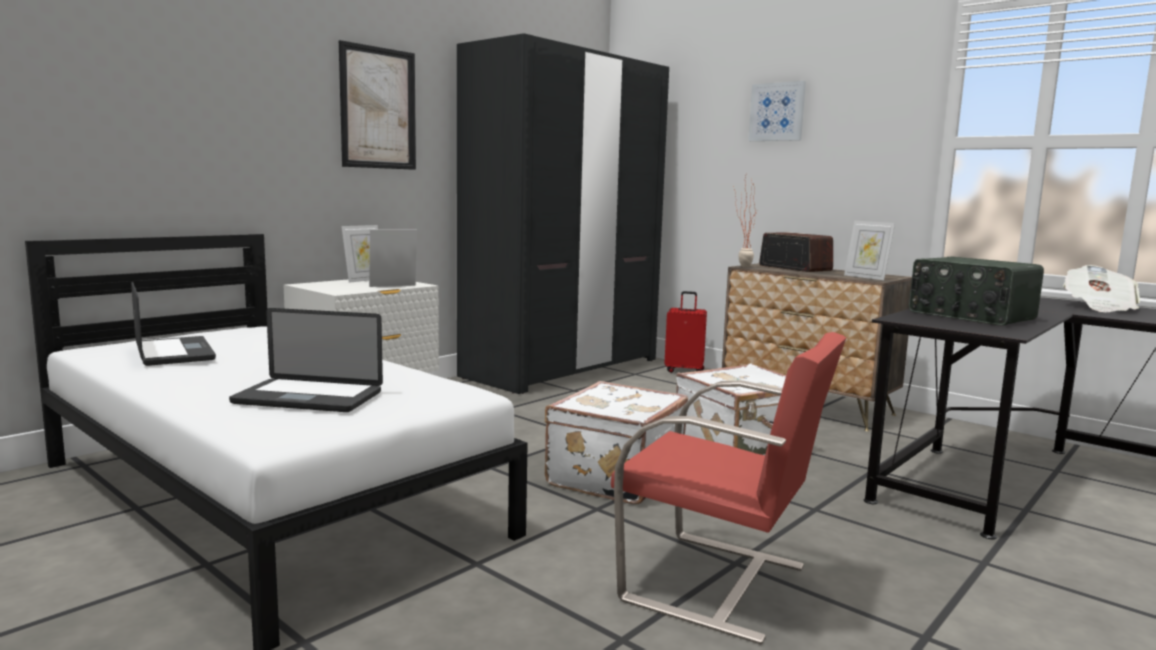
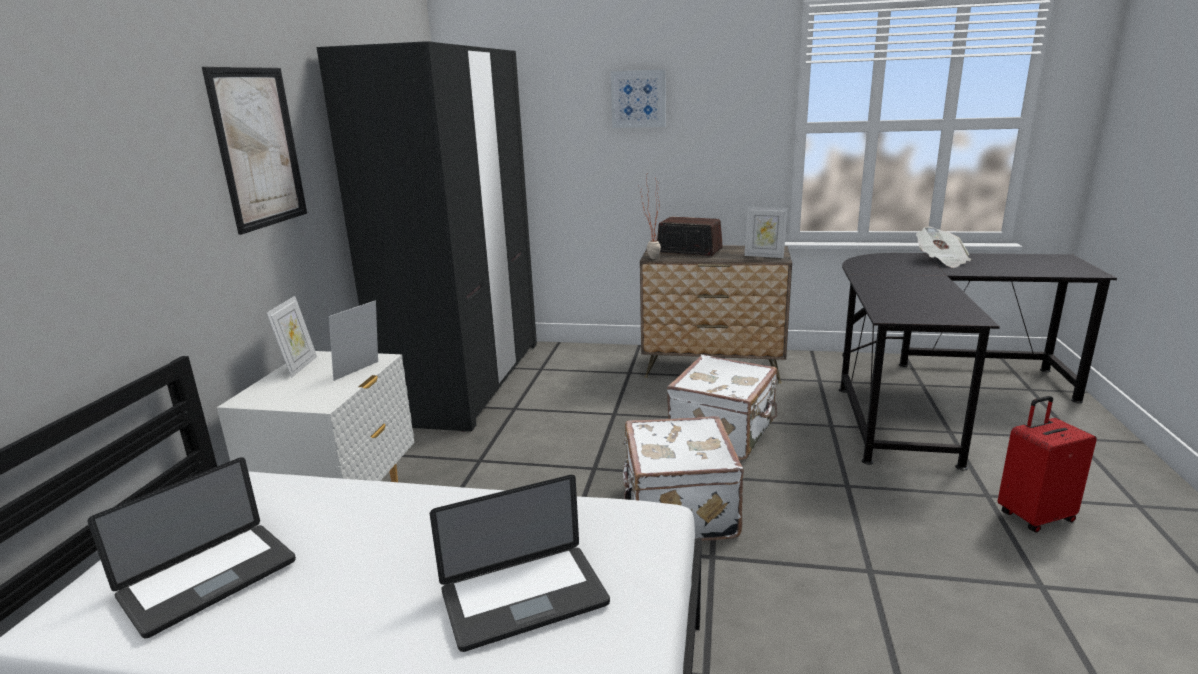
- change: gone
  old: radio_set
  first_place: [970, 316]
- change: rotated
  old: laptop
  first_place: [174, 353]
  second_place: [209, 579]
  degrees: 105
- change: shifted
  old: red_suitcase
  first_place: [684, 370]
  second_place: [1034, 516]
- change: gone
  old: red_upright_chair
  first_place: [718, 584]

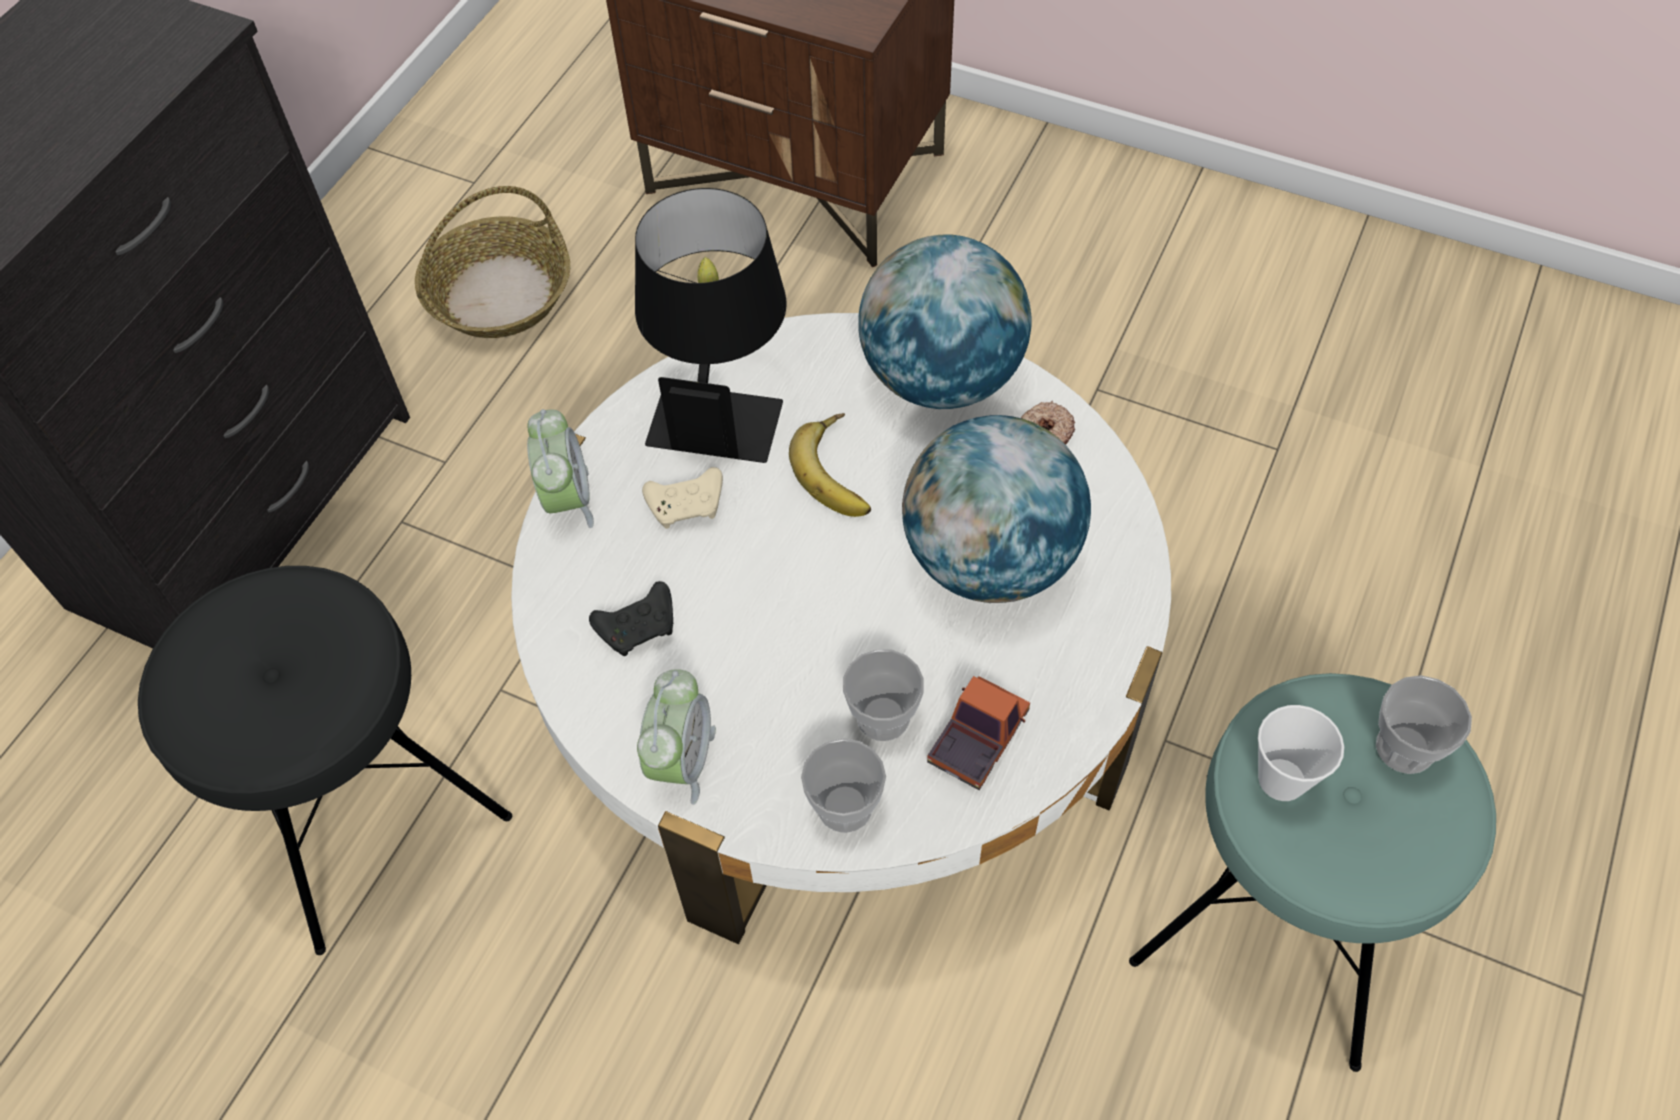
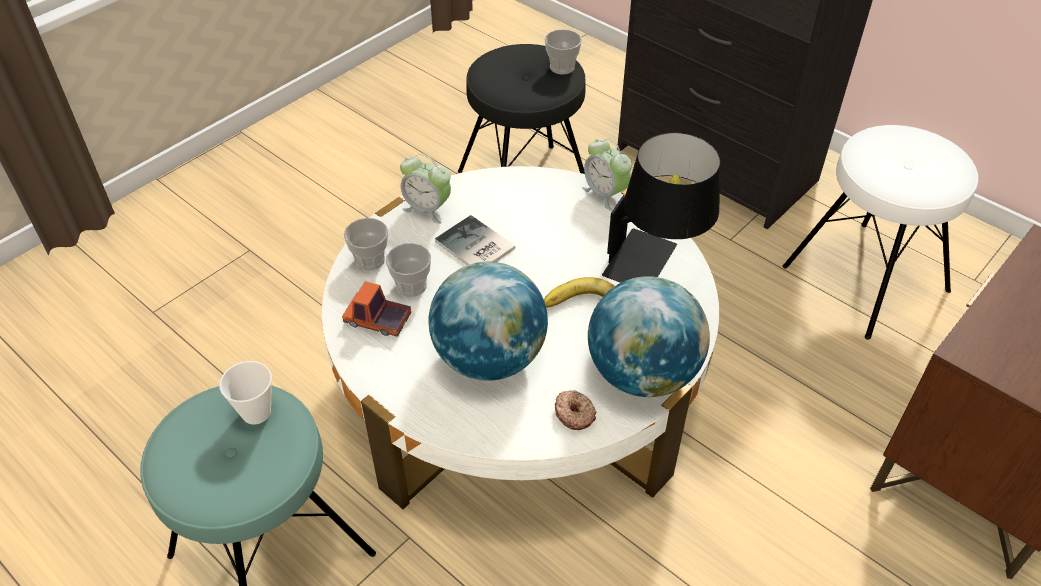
- change: swapped
  old: household_basket
  new: white-coloured_stool
  first_place: [500, 293]
  second_place: [865, 279]
- change: rotated
  old: table_clock
  first_place: [567, 499]
  second_place: [605, 194]
  degrees: 45
- change: gone
  old: sand-coloured_joypad
  first_place: [688, 505]
- change: gone
  old: black-coloured_joypad
  first_place: [639, 626]
- change: shifted
  old: drinking_cup
  first_place: [1404, 748]
  second_place: [562, 67]
- change: rotated
  old: toy_truck
  first_place: [978, 739]
  second_place: [378, 320]
  degrees: 150
- change: new
  new: book
  second_place: [474, 247]

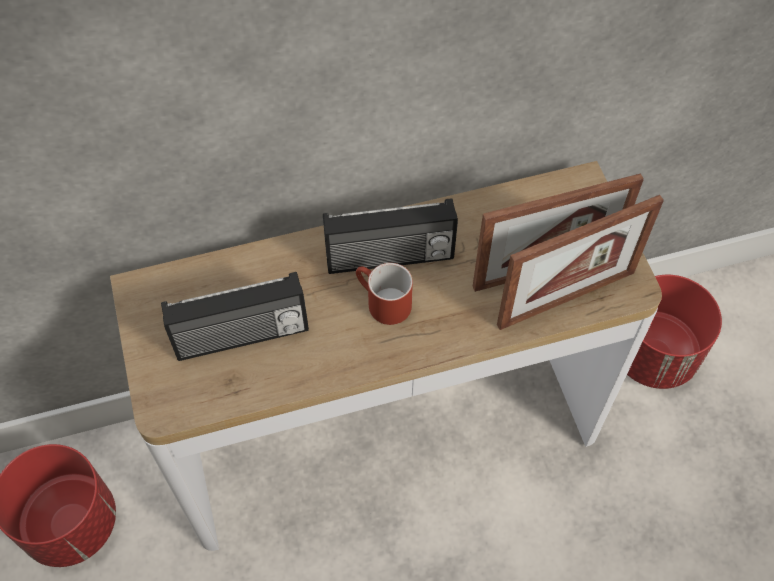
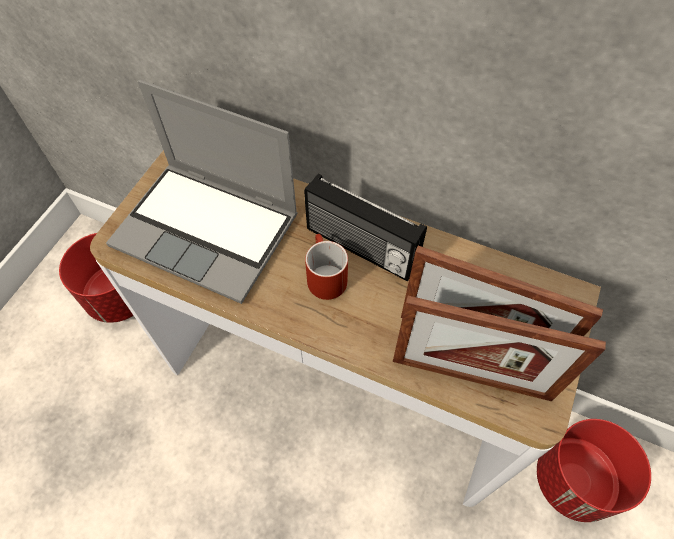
- change: swapped
  old: radio_set
  new: laptop
  first_place: [242, 337]
  second_place: [209, 230]

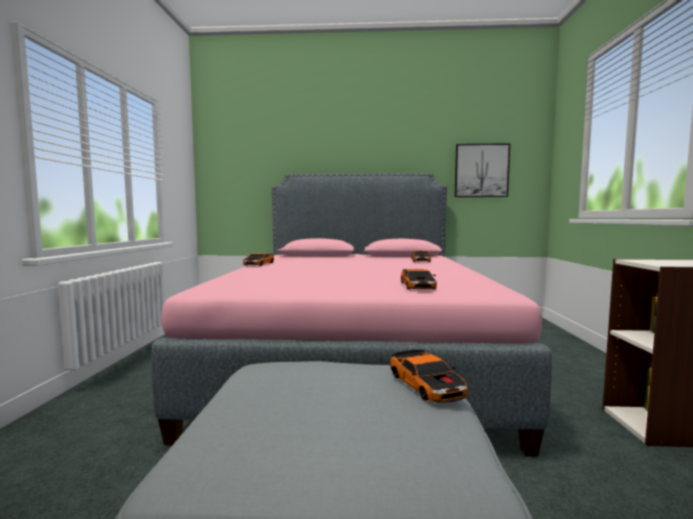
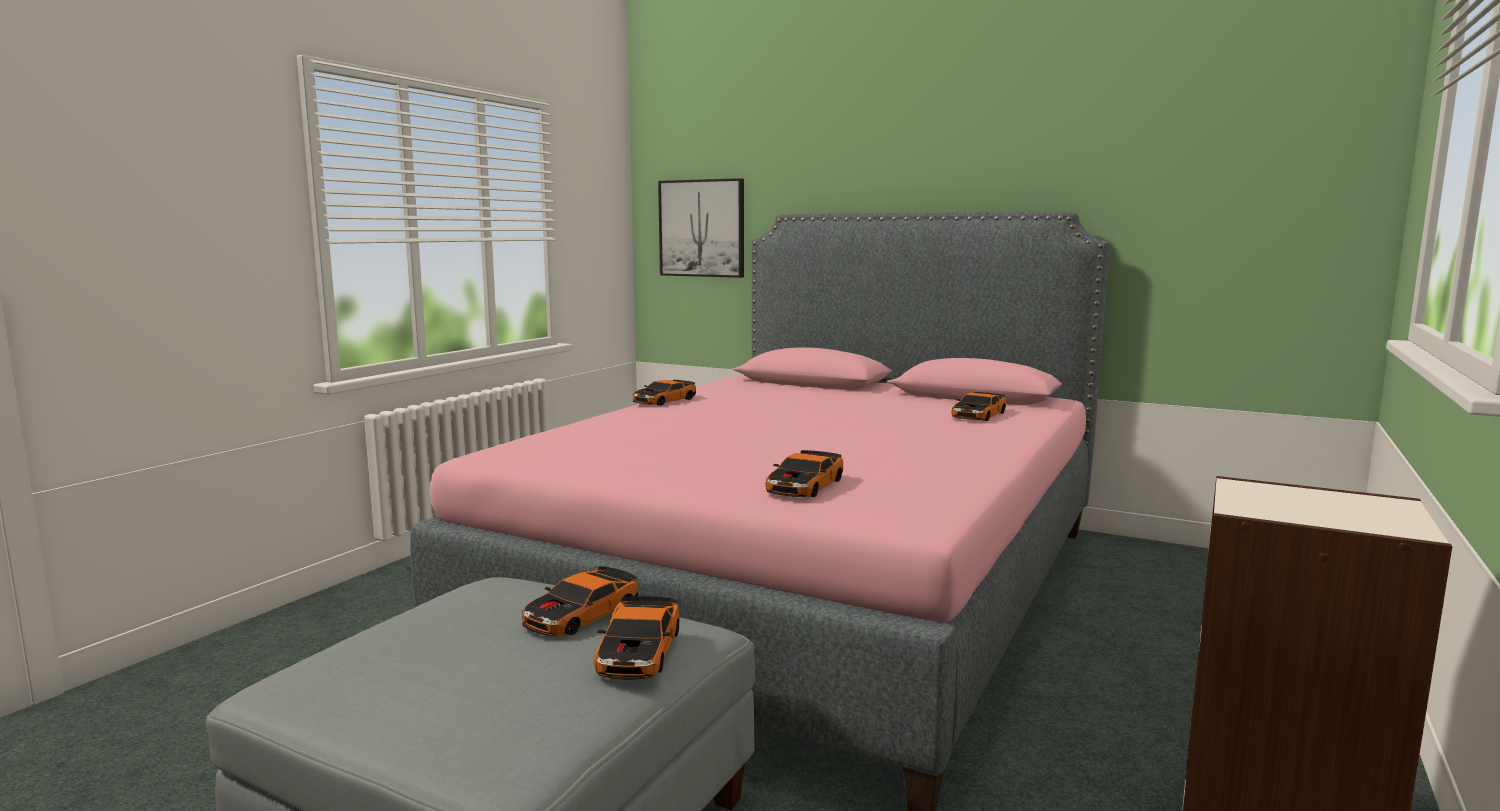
- change: shifted
  old: wall_art
  first_place: [481, 170]
  second_place: [702, 228]
- change: new
  new: model_car
  second_place: [581, 614]

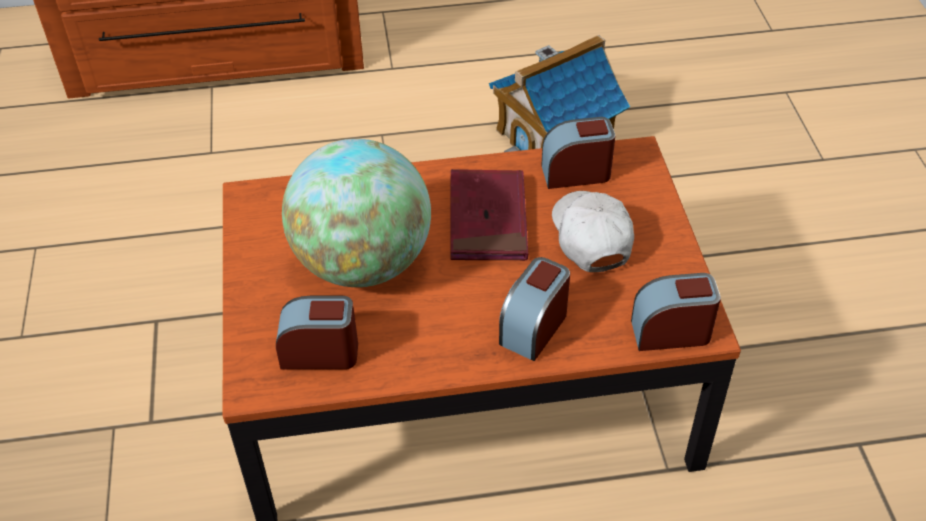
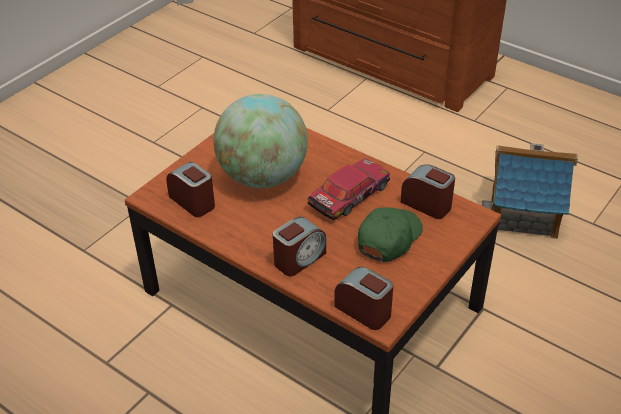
- change: swapped
  old: red_book
  new: model_car
  first_place: [488, 219]
  second_place: [348, 196]
- change: repainted
  old: white-coloured_baseball_cap
  new: green_baseball_cap
  first_place: [591, 237]
  second_place: [388, 239]
- change: rotated
  old: table_clock
  first_place: [534, 327]
  second_place: [299, 259]
  degrees: 150

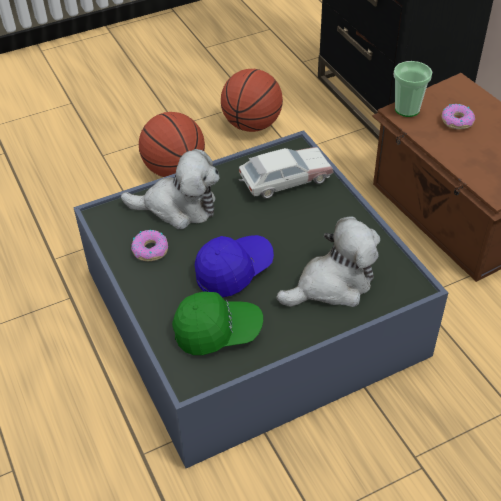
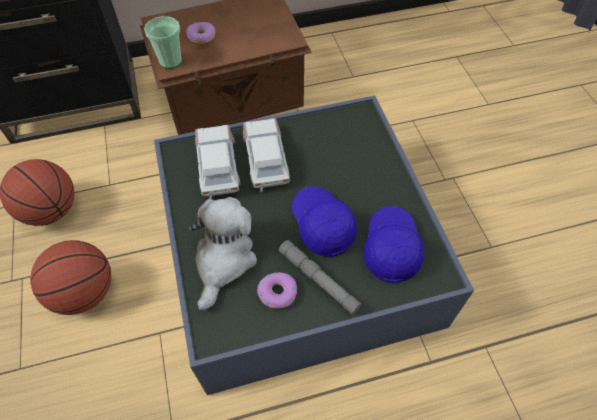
- change: gone
  old: soft_toy
  first_place: [332, 284]
- change: repainted
  old: green_baseball_cap
  new: bluish_baseball_cap
  first_place: [217, 332]
  second_place: [391, 249]
- change: new
  new: model_car
  second_place: [266, 159]
- change: new
  new: greyish_hand_torch
  second_place: [318, 279]

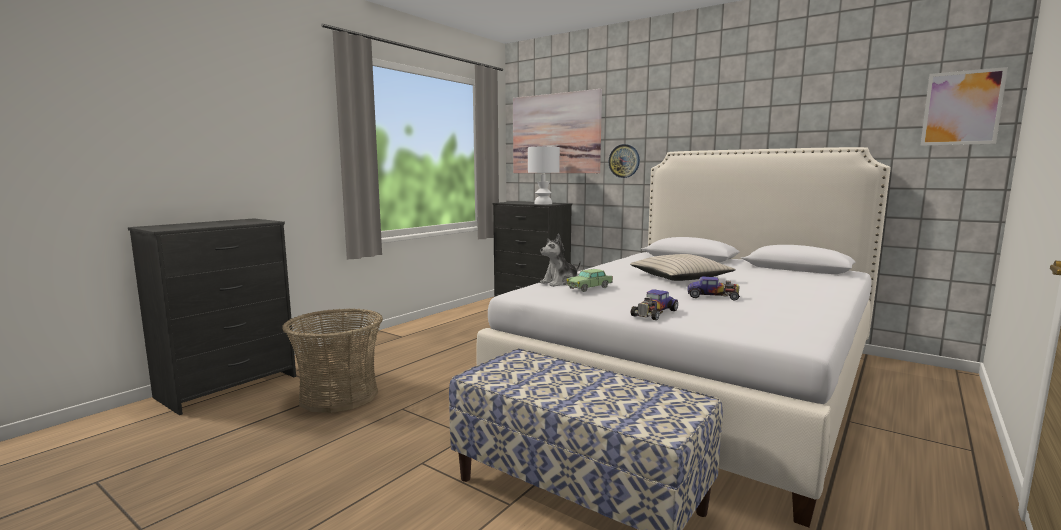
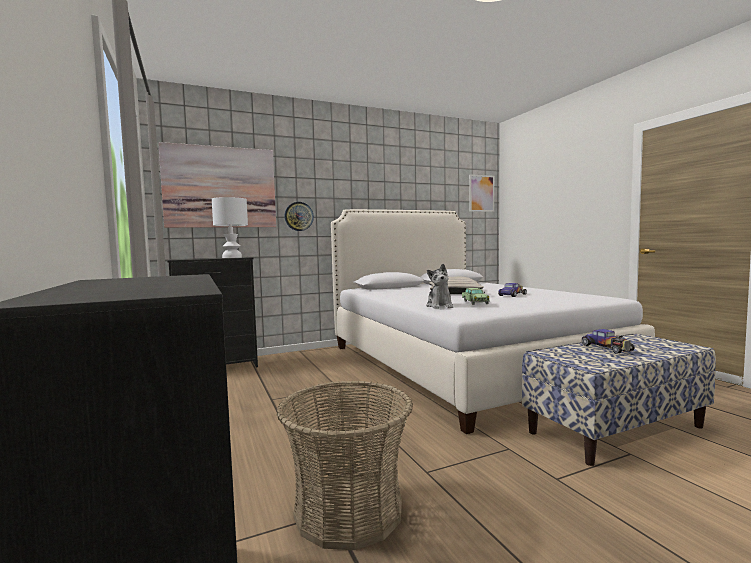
- change: shifted
  old: model_car
  first_place: [654, 313]
  second_place: [607, 348]

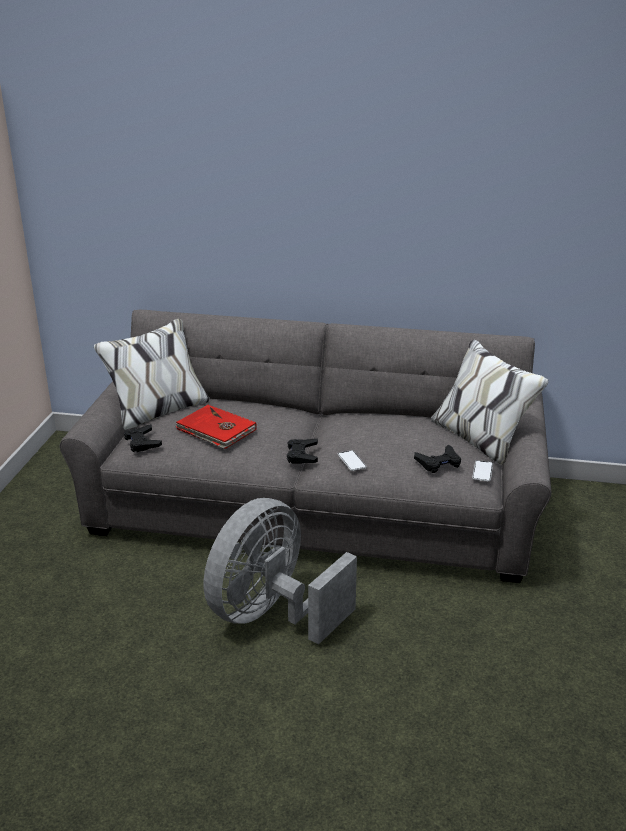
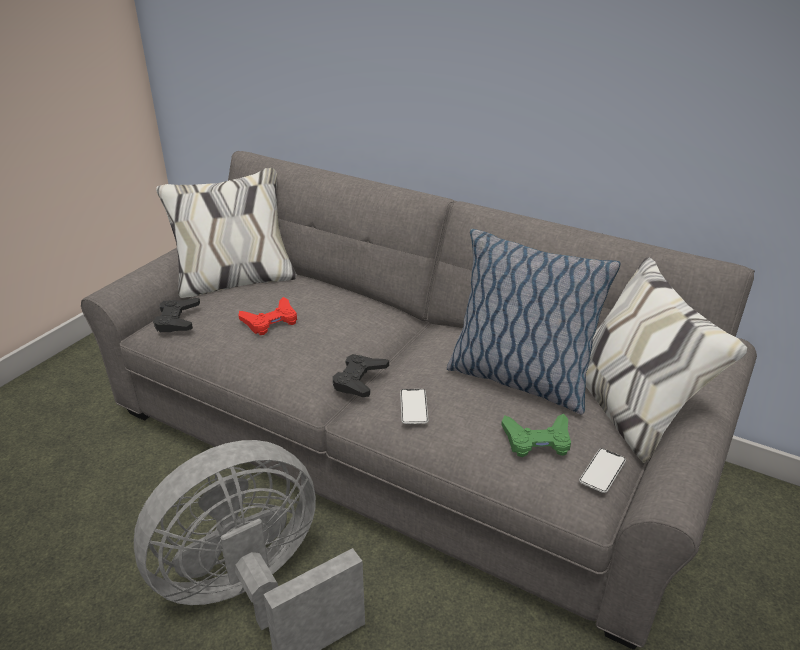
- change: swapped
  old: red_book
  new: red_joypad
  first_place: [216, 430]
  second_place: [270, 321]
- change: repainted
  old: black-coloured_joypad
  new: green_joypad
  first_place: [438, 463]
  second_place: [537, 440]
- change: new
  new: pillow
  second_place: [518, 379]

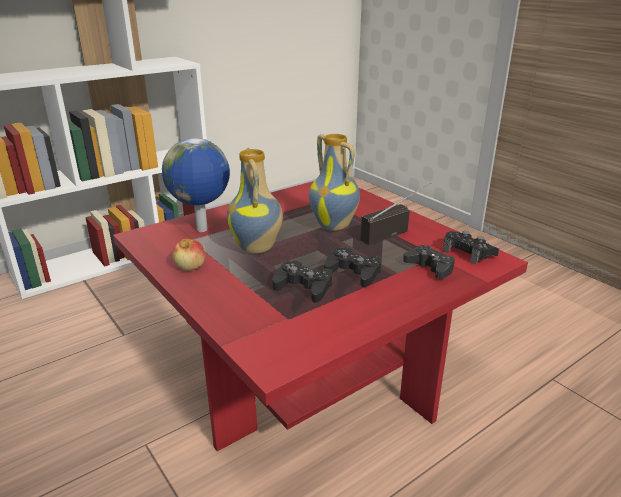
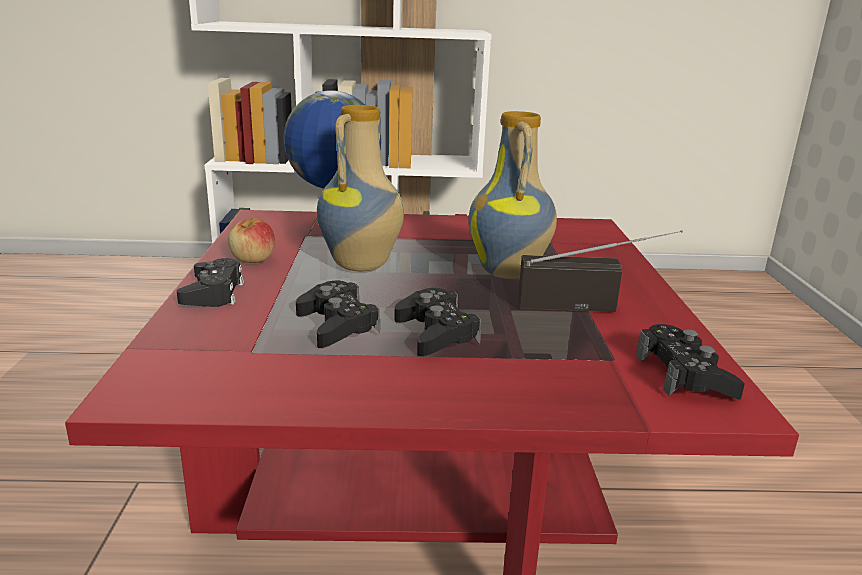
- change: shifted
  old: black-coloured_joypad
  first_place: [430, 267]
  second_place: [213, 292]

